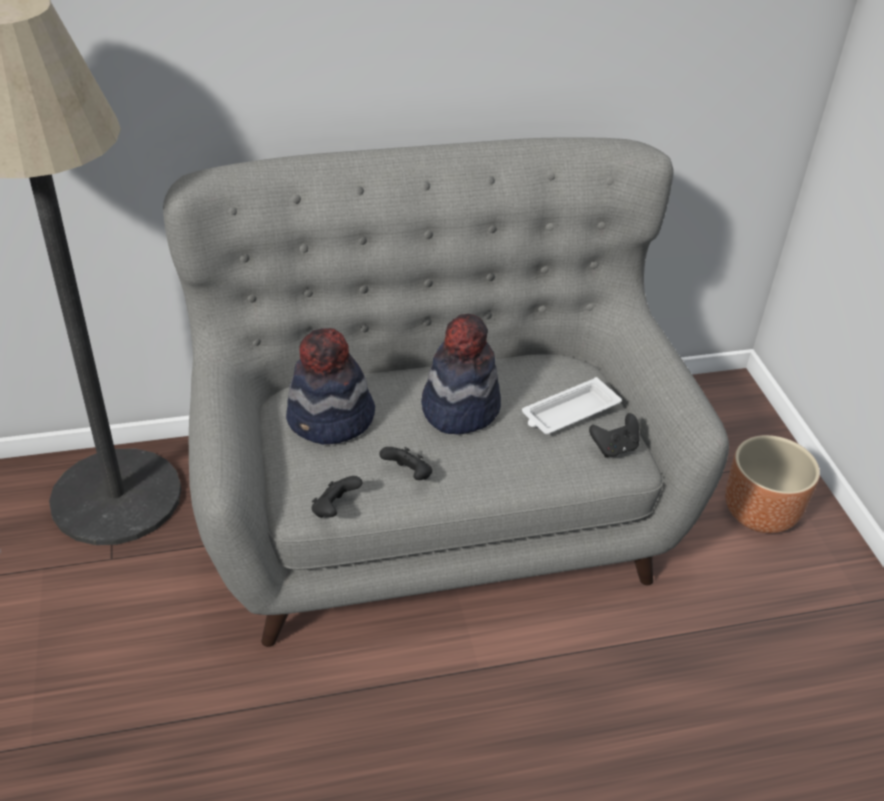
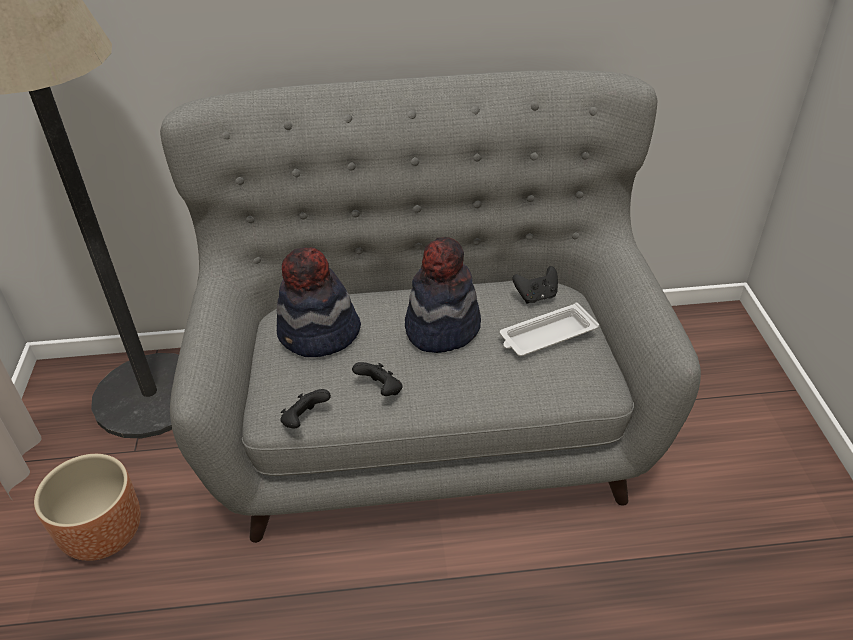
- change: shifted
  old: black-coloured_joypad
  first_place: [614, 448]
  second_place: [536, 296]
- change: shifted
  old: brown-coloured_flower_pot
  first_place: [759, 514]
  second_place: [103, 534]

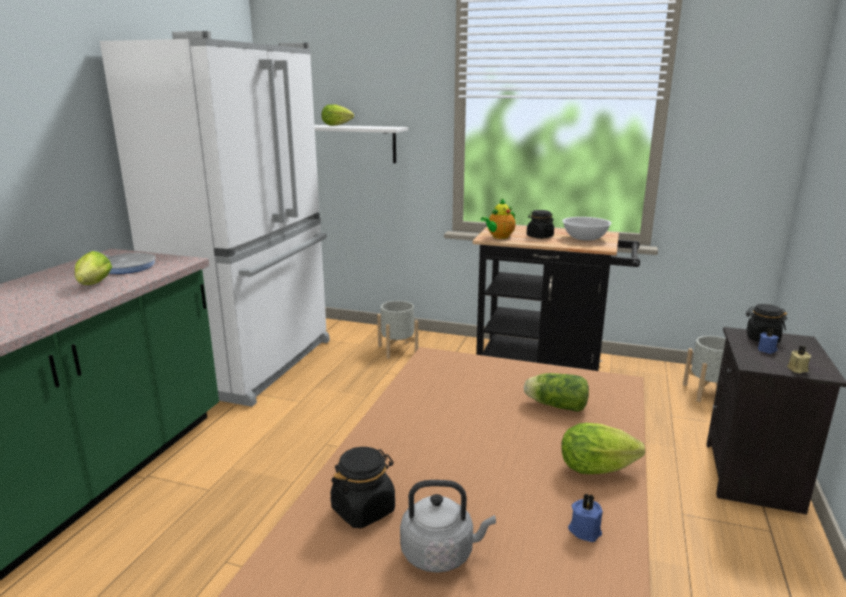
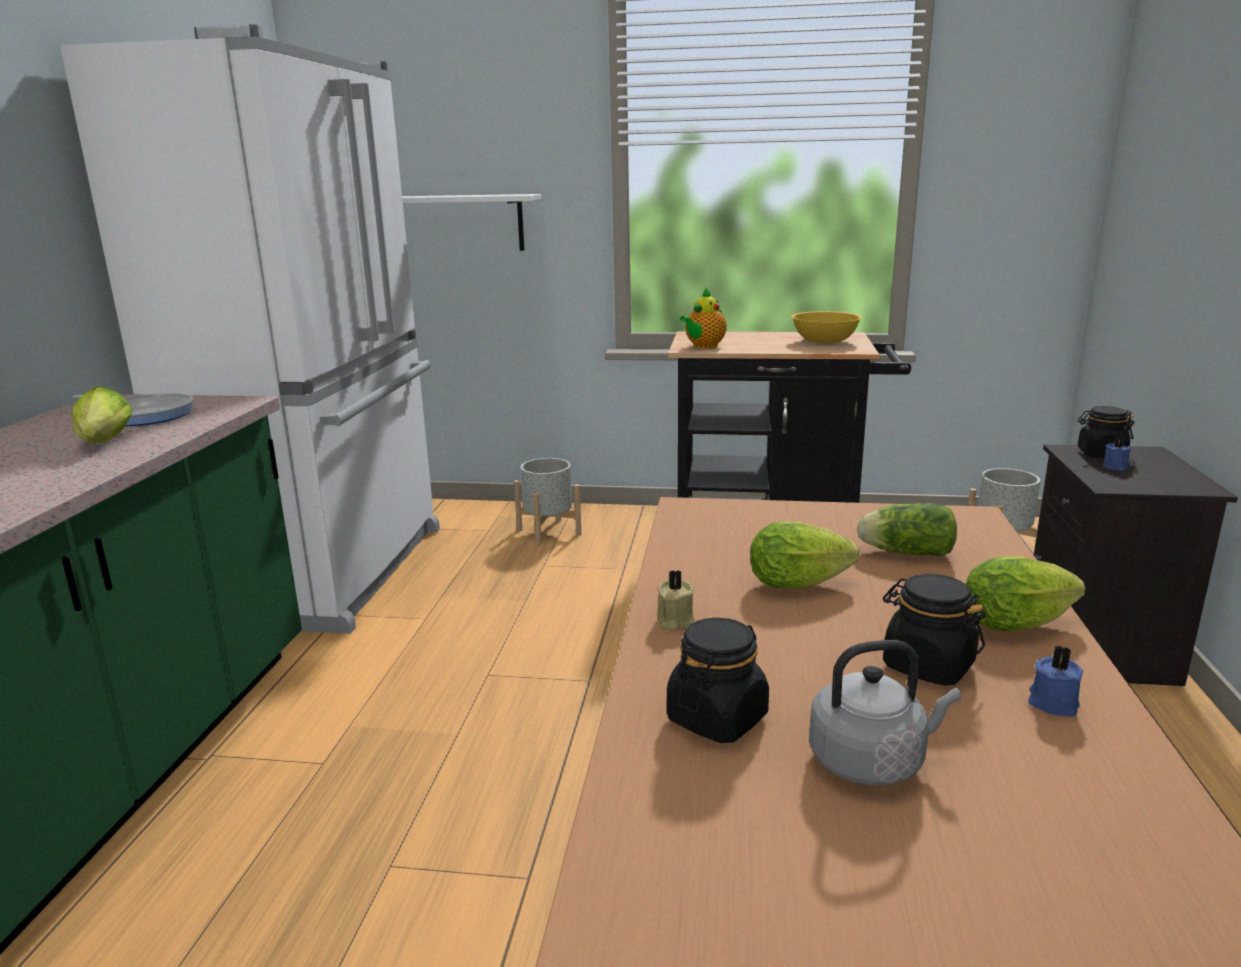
- change: shifted
  old: head_of_lettuce
  first_place: [338, 125]
  second_place: [803, 584]
- change: shifted
  old: black-coloured_preserve_jar
  first_place: [539, 237]
  second_place: [927, 666]
- change: repainted
  old: white-coloured_serving_bowl
  new: yellowish_serving_bowl
  first_place: [584, 238]
  second_place: [824, 341]
- change: shifted
  old: sand-coloured_candle
  first_place: [797, 369]
  second_place: [673, 621]

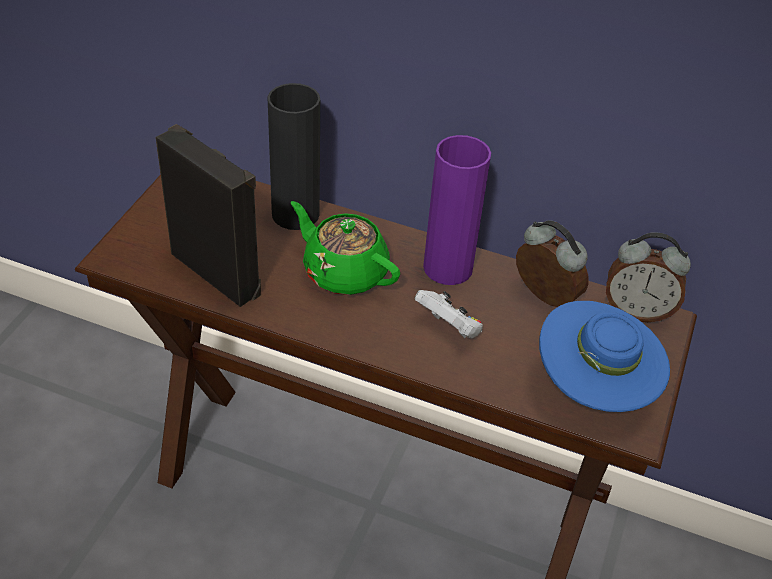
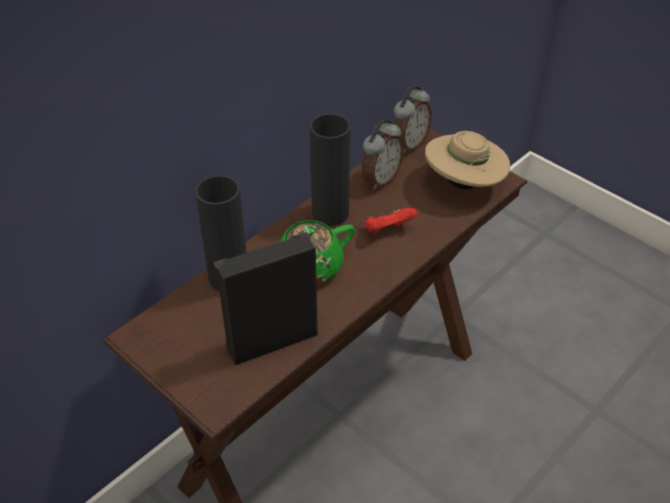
- change: repainted
  old: purplish_decorative_vase
  new: black-coloured_decorative_vase
  first_place: [448, 268]
  second_place: [330, 213]
- change: rotated
  old: table_clock
  first_place: [543, 298]
  second_place: [380, 179]
  degrees: 150
- change: repainted
  old: white-coloured_joypad
  new: red_joypad
  first_place: [449, 328]
  second_place: [388, 230]
- change: repainted
  old: bluish_wearable_hat
  new: sand-coloured_wearable_hat
  first_place: [594, 388]
  second_place: [464, 184]

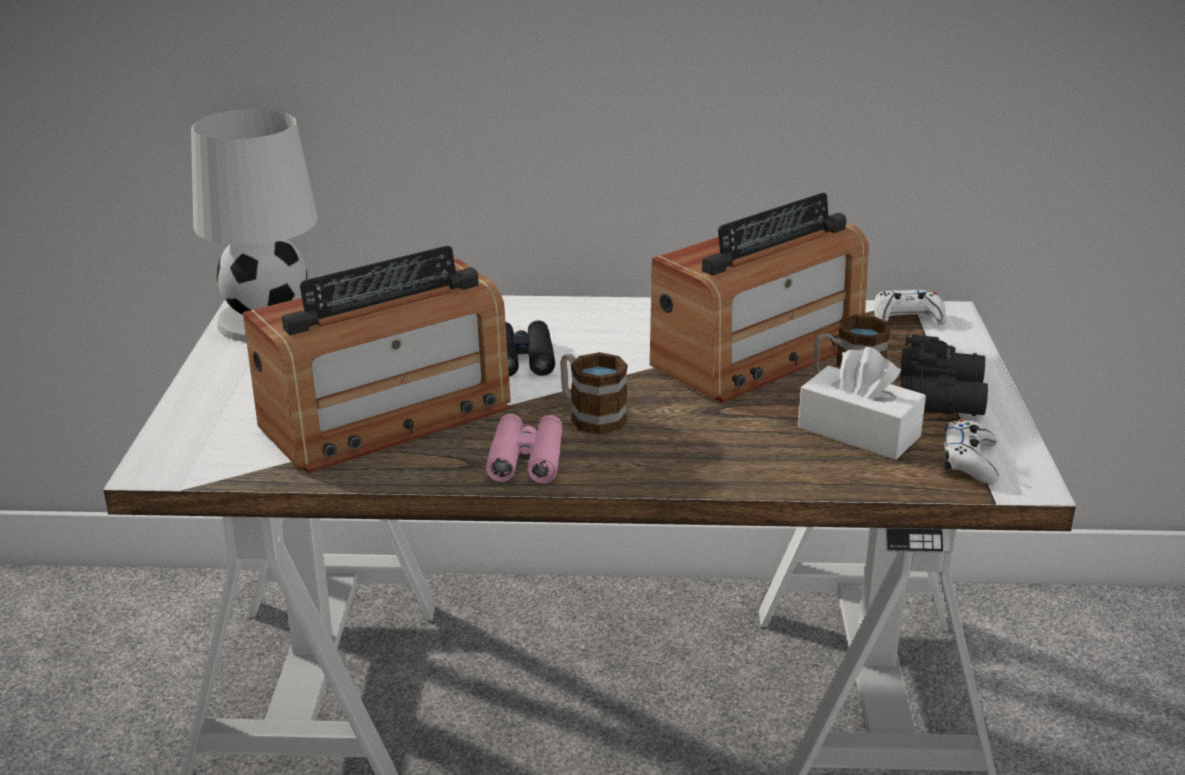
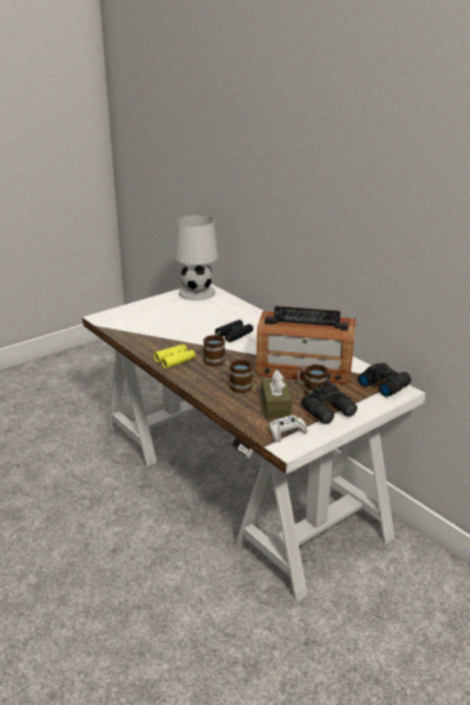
- change: gone
  old: radio_set
  first_place: [386, 417]
- change: swapped
  old: white-coloured_joypad
  new: black-coloured_field_glasses
  first_place: [906, 318]
  second_place: [383, 385]
- change: repainted
  old: white-coloured_tissue_holder
  new: brown-coloured_tissue_holder
  first_place: [858, 432]
  second_place: [275, 405]
- change: repainted
  old: pink_field_glasses
  new: yellowish_field_glasses
  first_place: [526, 458]
  second_place: [175, 360]
- change: new
  new: mug
  second_place: [236, 385]

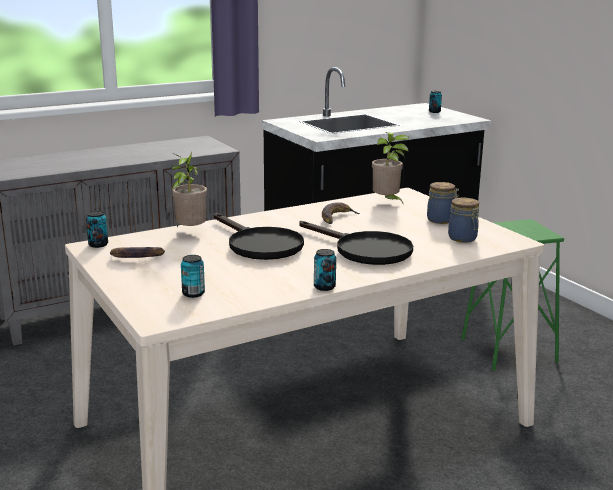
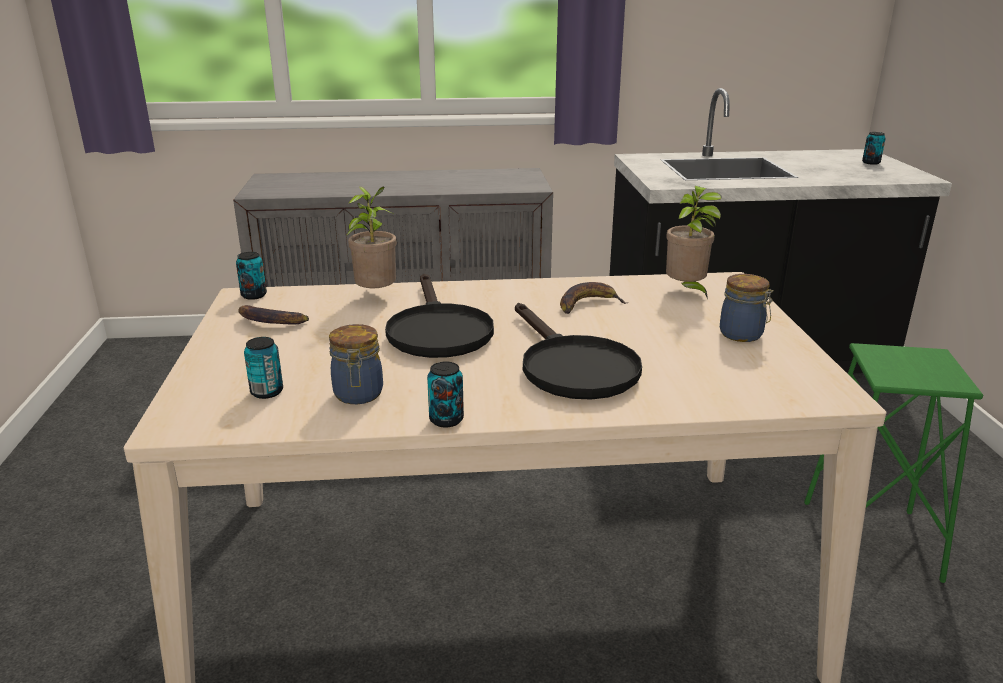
- change: shifted
  old: preserve_jar
  first_place: [463, 238]
  second_place: [358, 395]

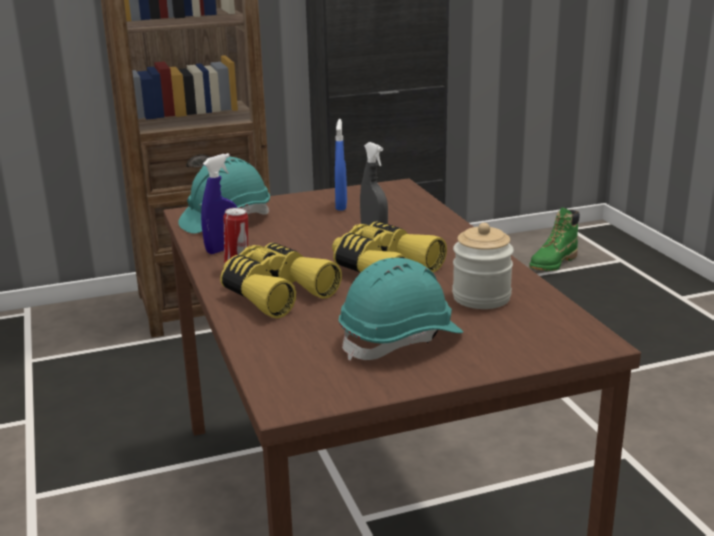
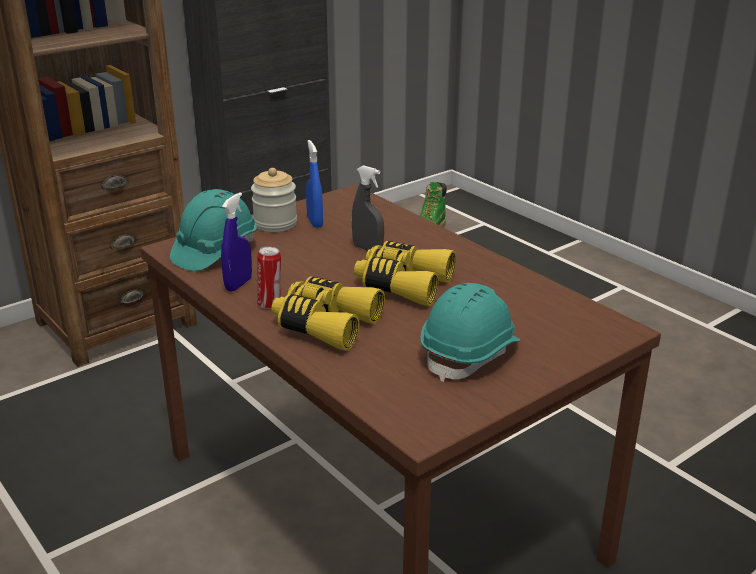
- change: shifted
  old: preserve_jar
  first_place: [481, 297]
  second_place: [275, 223]

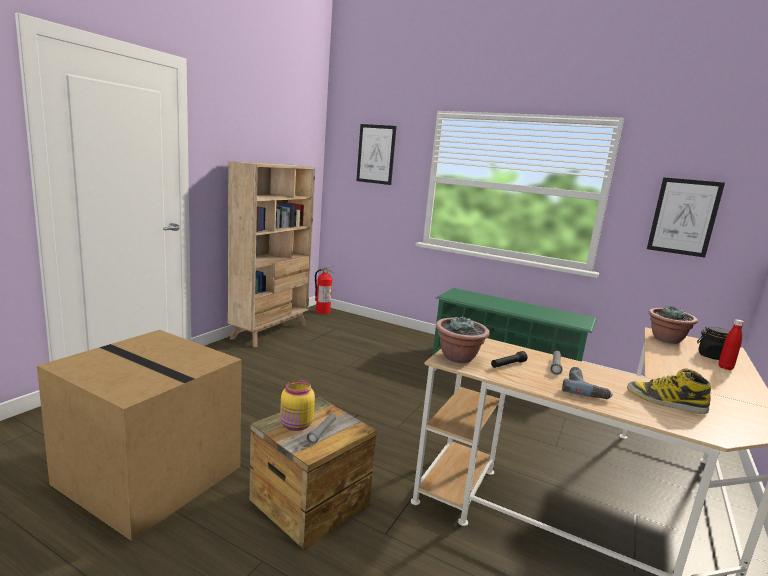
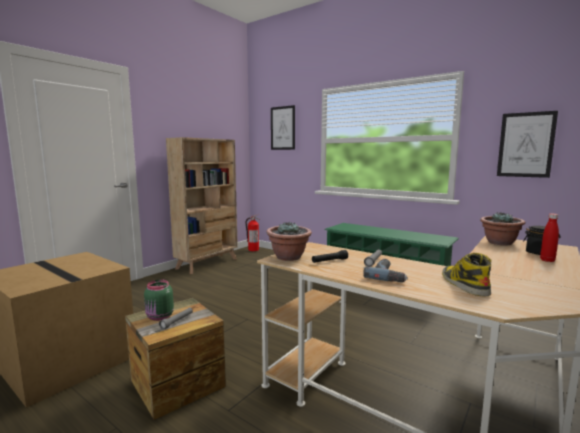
- change: rotated
  old: tall_boot
  first_place: [665, 402]
  second_place: [463, 284]
  degrees: 45
- change: repainted
  old: yellowish_preserve_jar
  new: green_preserve_jar
  first_place: [296, 425]
  second_place: [159, 317]

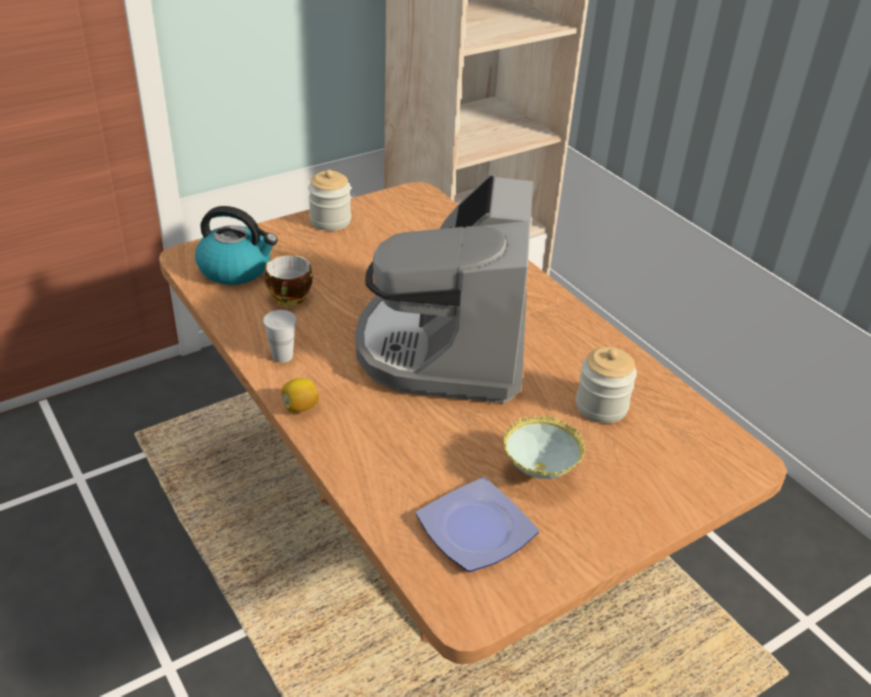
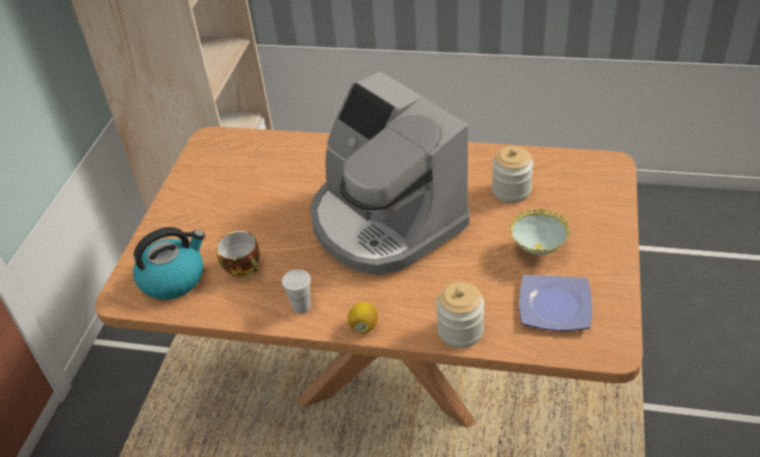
- change: shifted
  old: preserve_jar
  first_place: [330, 221]
  second_place: [460, 331]

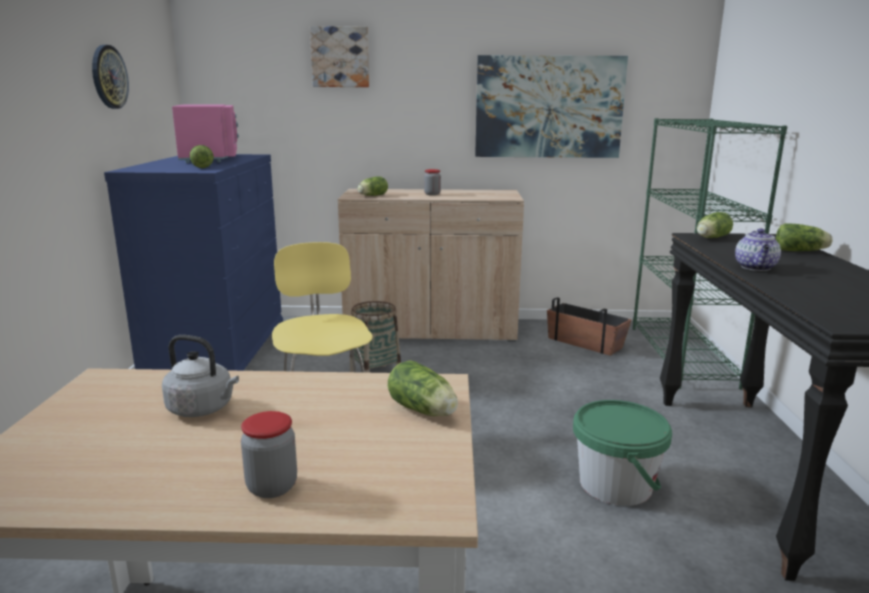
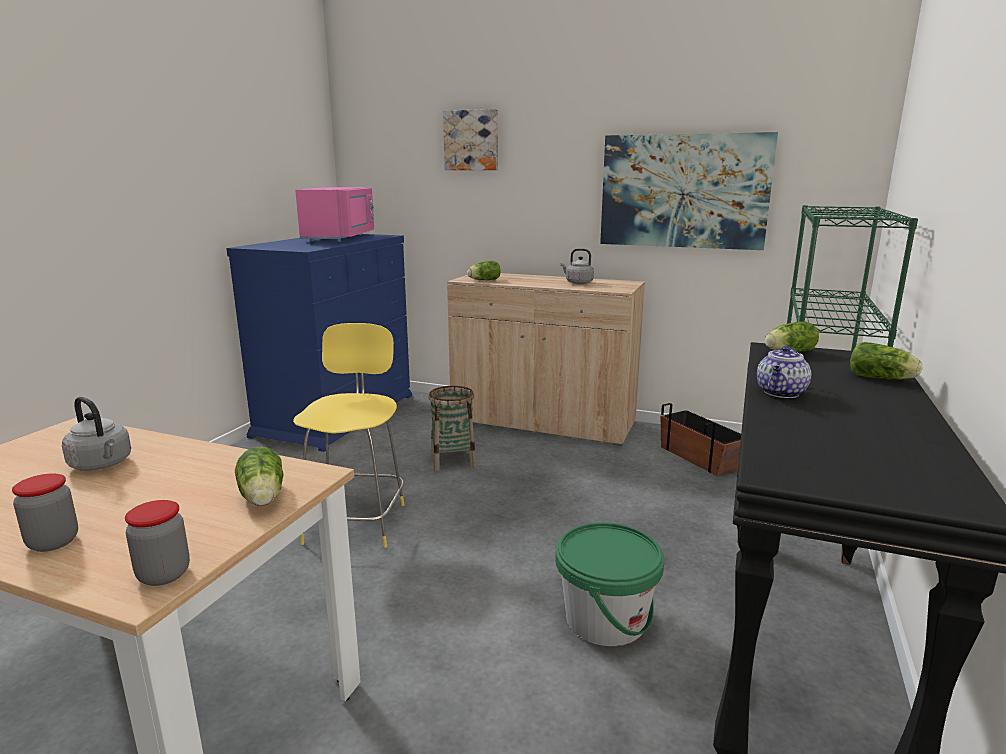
- change: gone
  old: hanging_clock
  first_place: [109, 77]
- change: gone
  old: head_of_lettuce
  first_place: [202, 166]
- change: shifted
  old: preserve_jar
  first_place: [432, 194]
  second_place: [164, 574]
- change: new
  new: greyish_tea_kettle
  second_place: [577, 283]

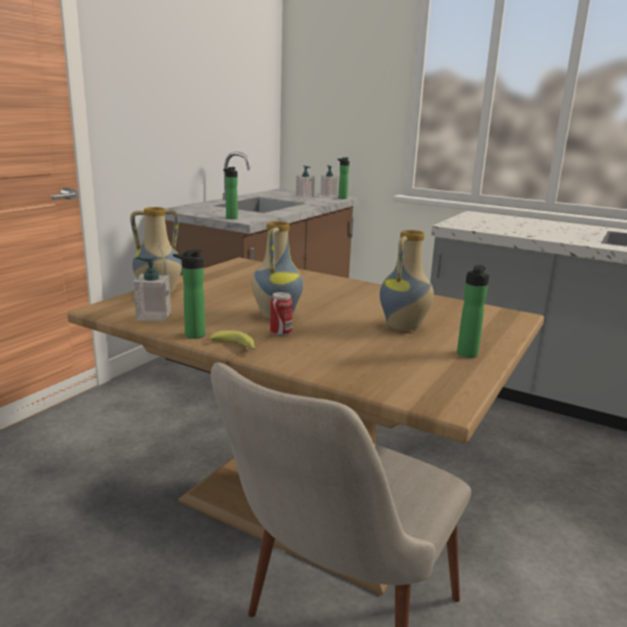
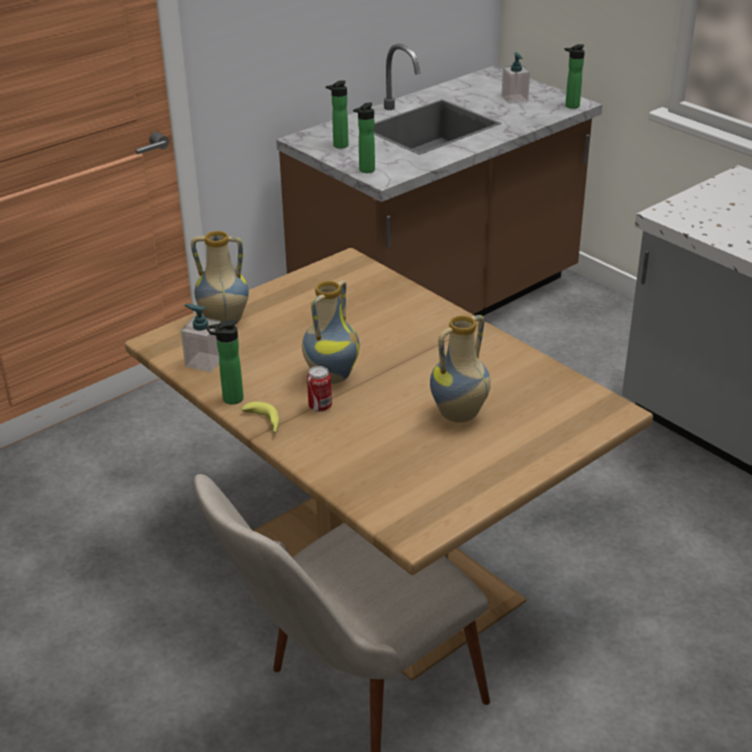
- change: gone
  old: soap_dispenser
  first_place: [328, 195]
- change: shifted
  old: bottle
  first_place: [466, 355]
  second_place: [339, 146]

